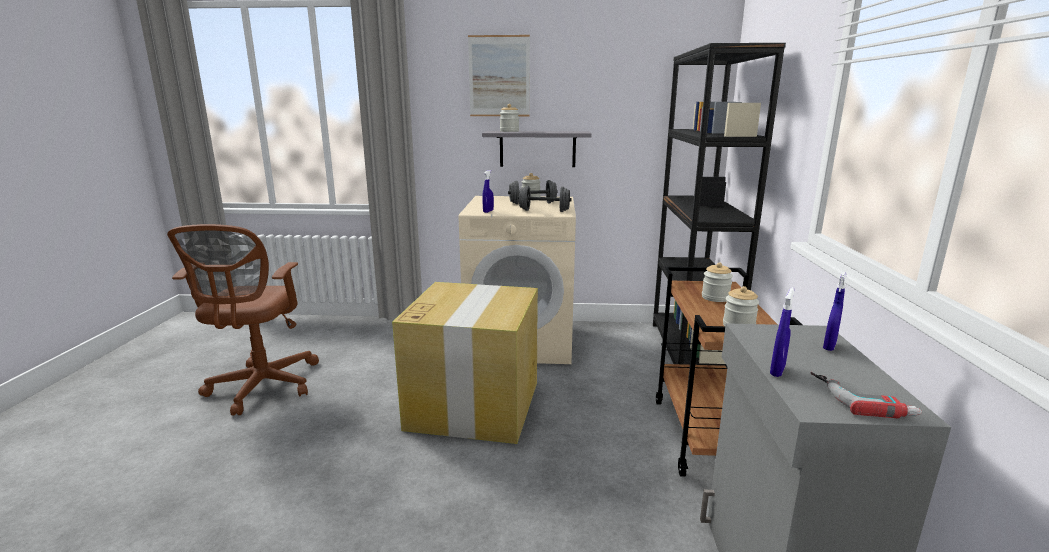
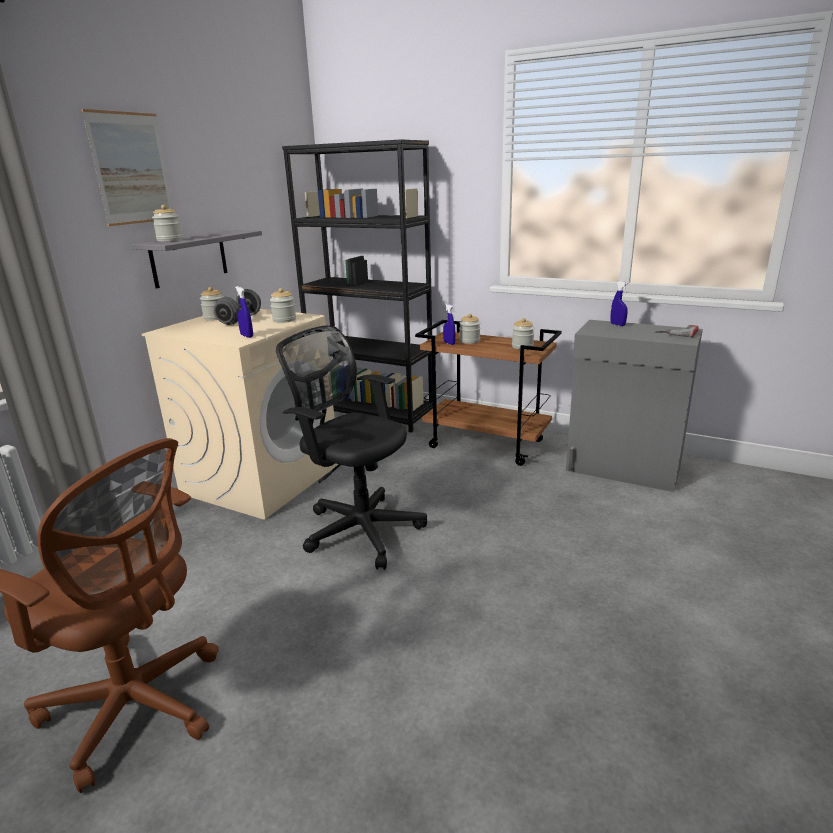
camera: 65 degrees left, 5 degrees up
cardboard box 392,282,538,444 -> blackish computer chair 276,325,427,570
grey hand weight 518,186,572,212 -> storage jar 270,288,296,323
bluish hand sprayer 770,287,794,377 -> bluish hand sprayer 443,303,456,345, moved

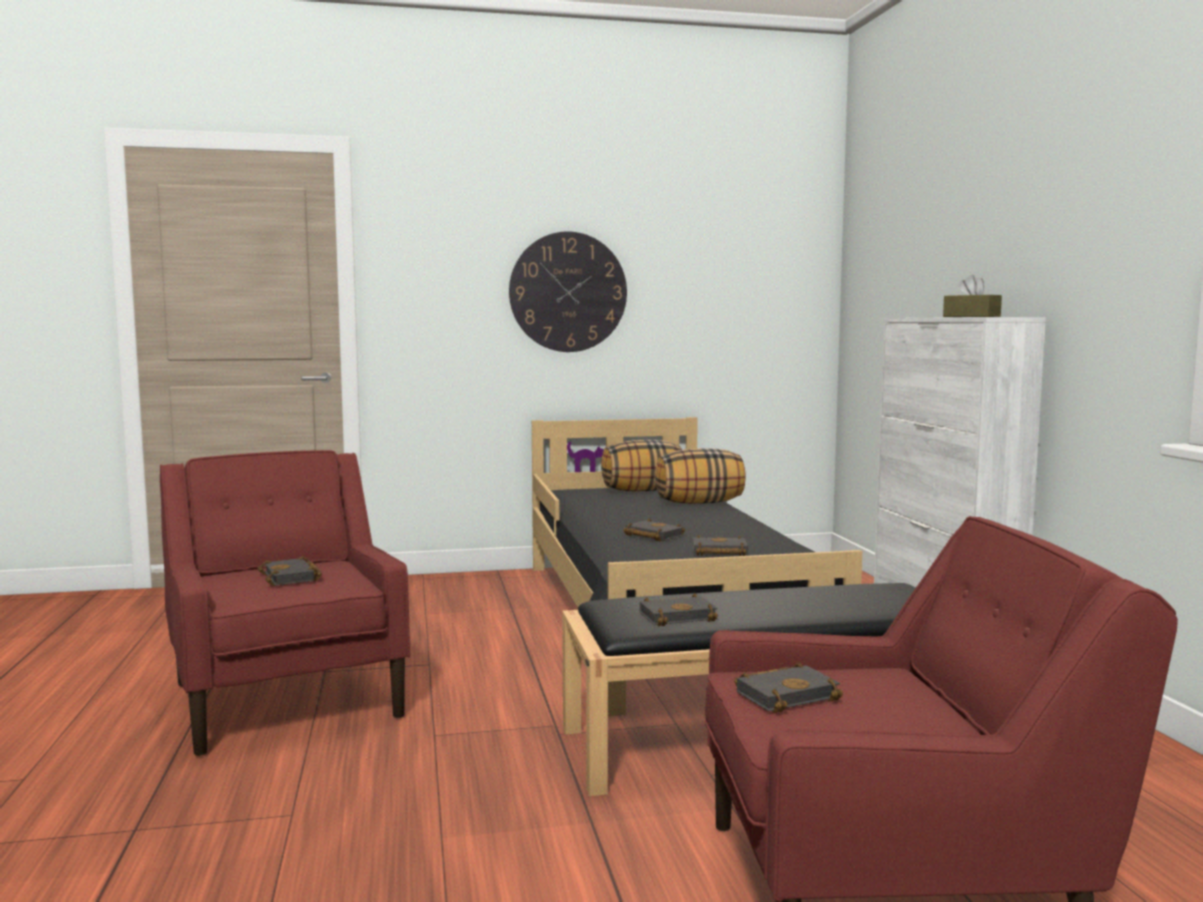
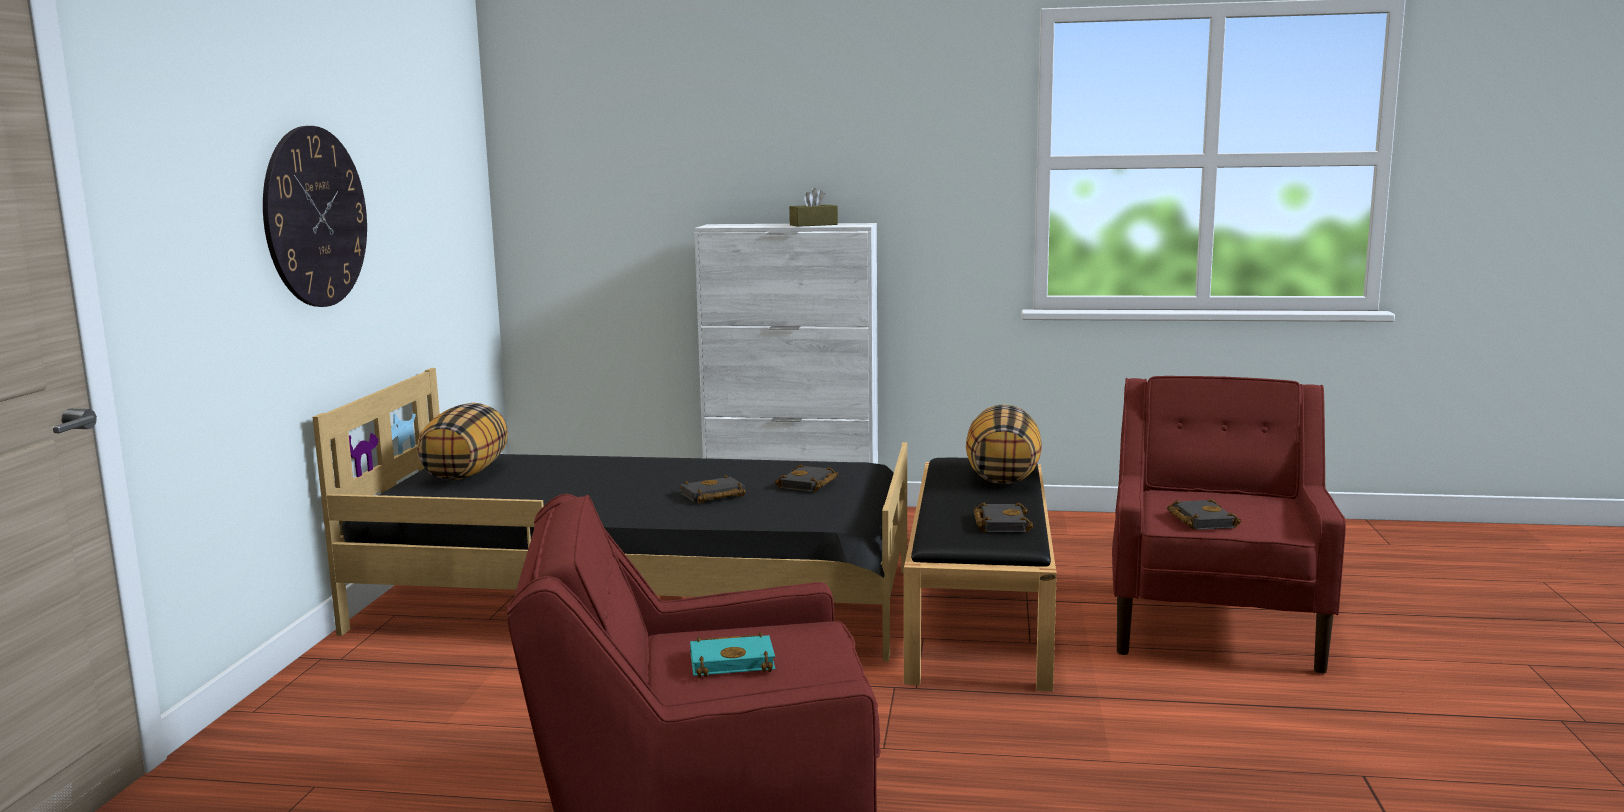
camera: 70 degrees left, 5 degrees up
blackish volume 257,556,322,586 -> blue-green volume 690,632,776,678
cushion 655,448,746,504 -> cushion 966,404,1042,484, moved

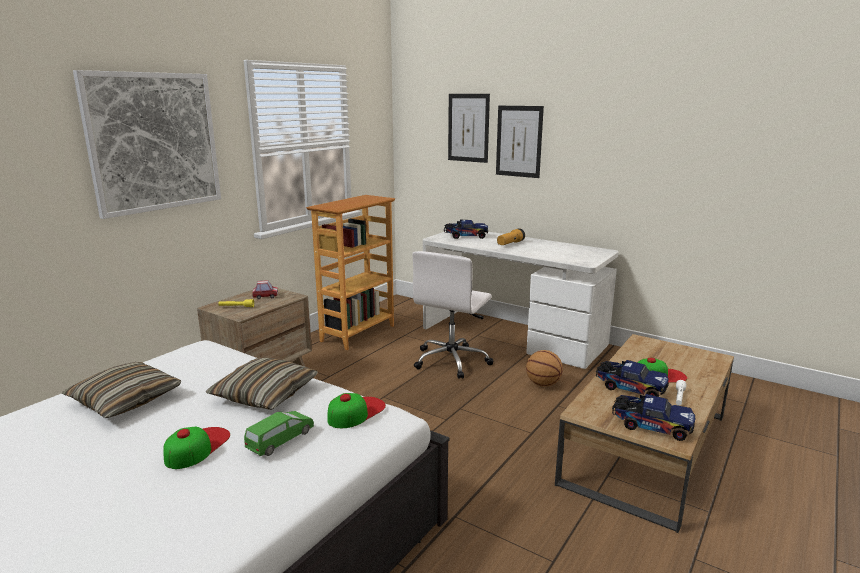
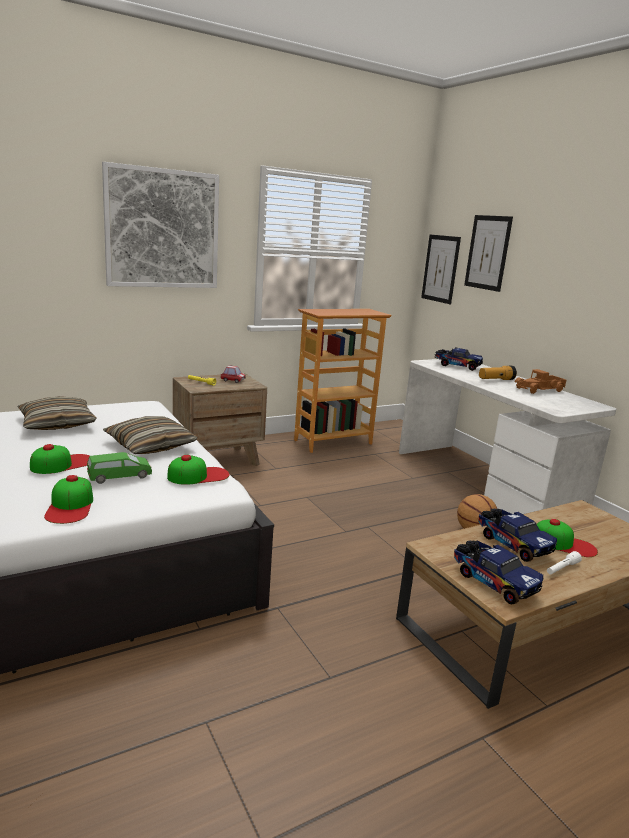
camera: 25 degrees right, 0 degrees up
whitish computer chair 412,251,493,379 -> none
wall art 496,106,544,178 -> wall art 421,235,461,304, moved
none -> peaked cap 44,475,93,524
none -> toy lorry 515,369,566,394

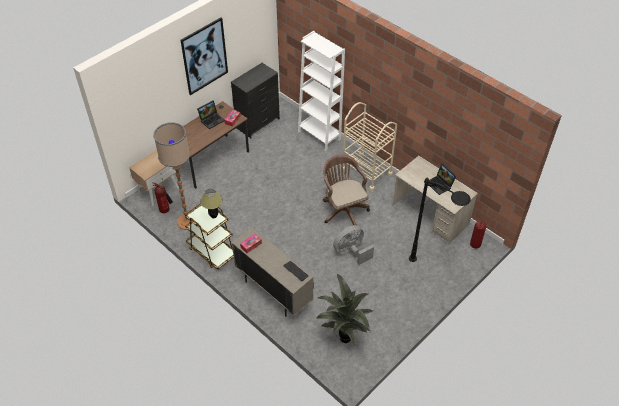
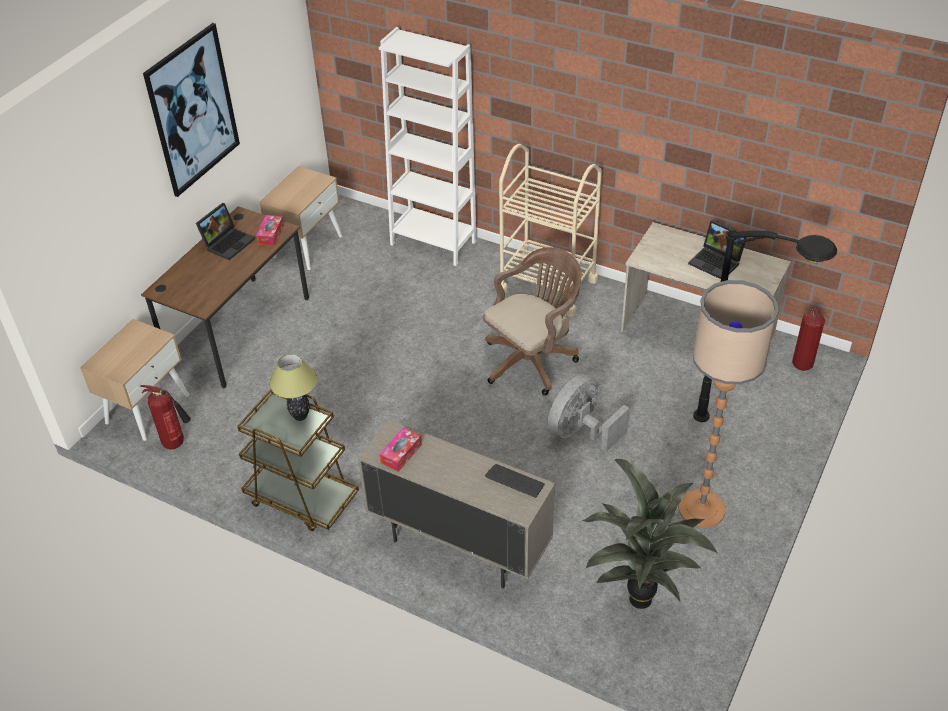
camera: 15 degrees left, 5 degrees down
standard lamp 153,122,192,230 -> standard lamp 678,280,779,528, moved
blackish drawer chest 231,63,280,139 -> sand-coloured nightstand 259,166,342,270
brown computer chair 323,154,370,225 -> brown computer chair 483,247,581,396, 90 degrees clockwise

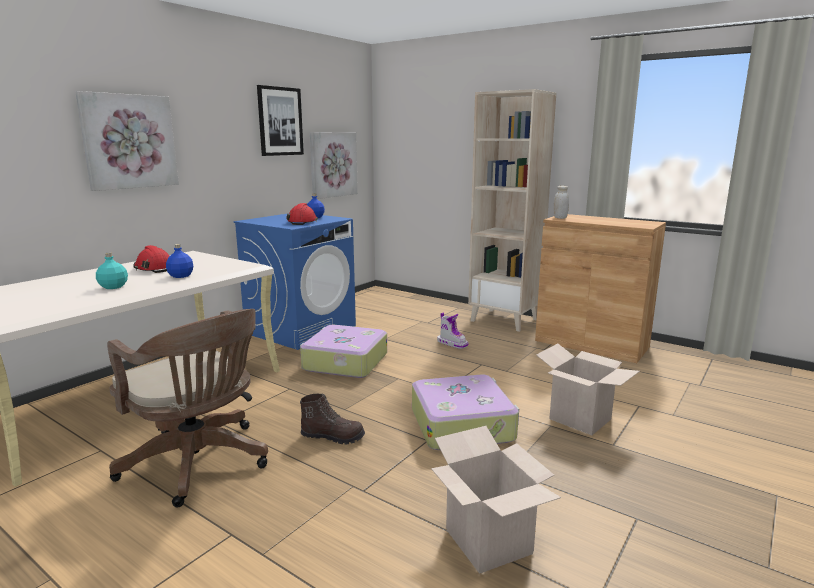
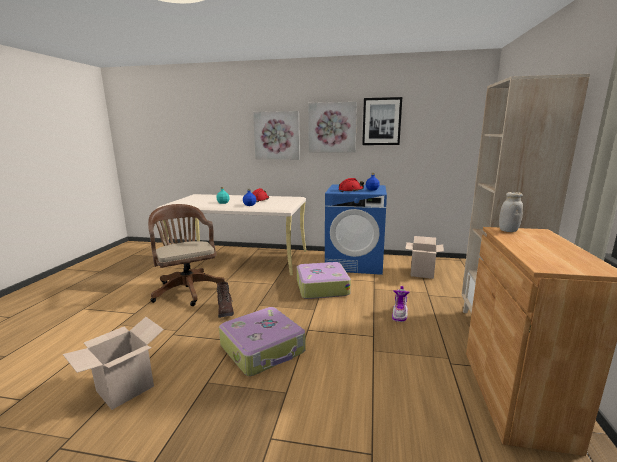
camera: 65 degrees right, 0 degrees up
brown computer chair 107,309,268,507 -> brown computer chair 148,204,225,306, 135 degrees clockwise
wall art 310,132,358,199 -> wall art 308,102,357,152, moved
cardboard box 537,344,640,435 -> cardboard box 405,236,444,279, moved

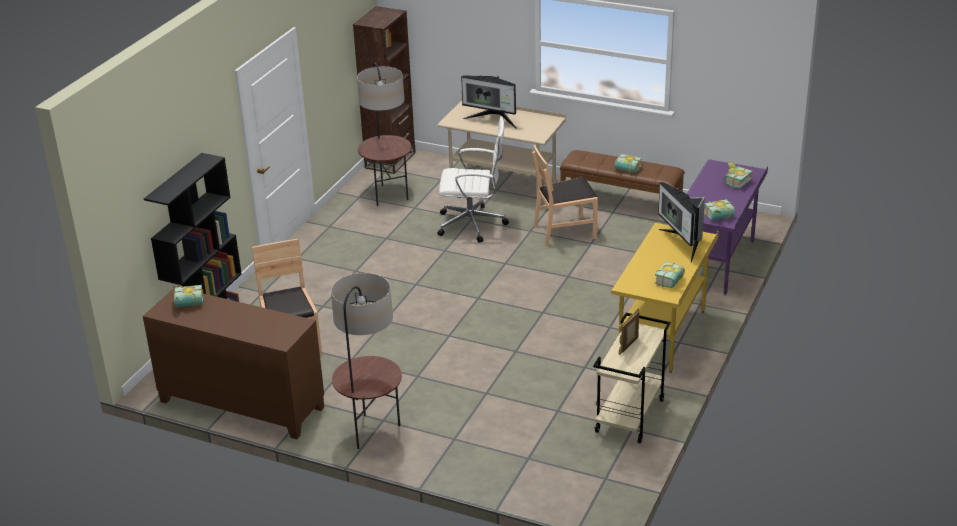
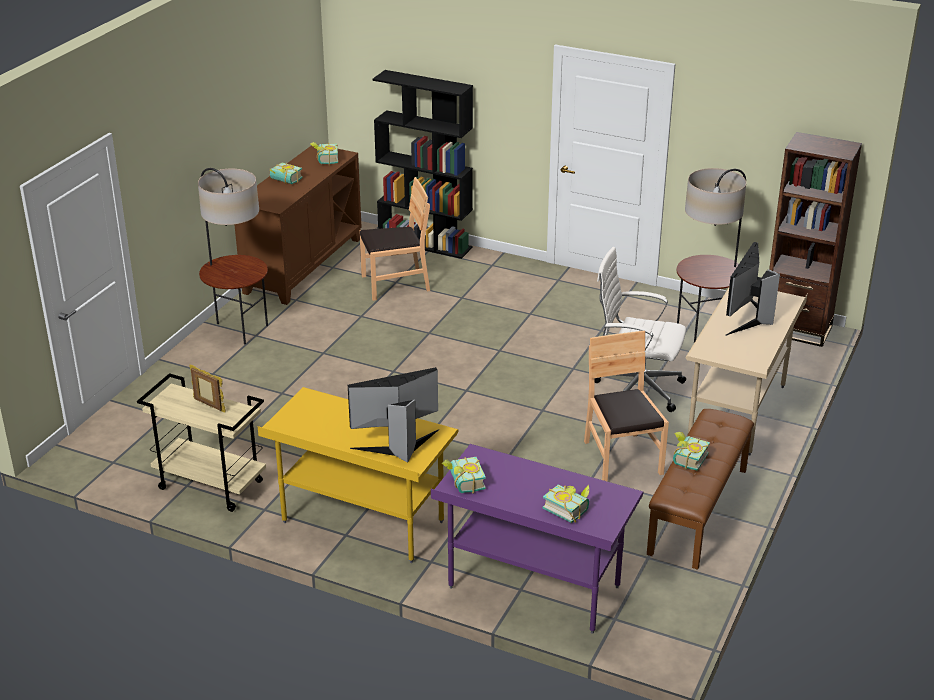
camera: 90 degrees right, 0 degrees up
whitish computer chair 437,116,509,243 -> whitish computer chair 594,247,686,412, 105 degrees clockwise
volume 655,262,685,288 -> volume 270,163,303,184, moved

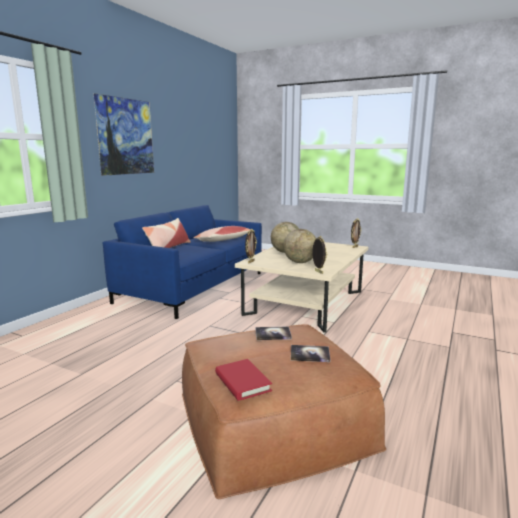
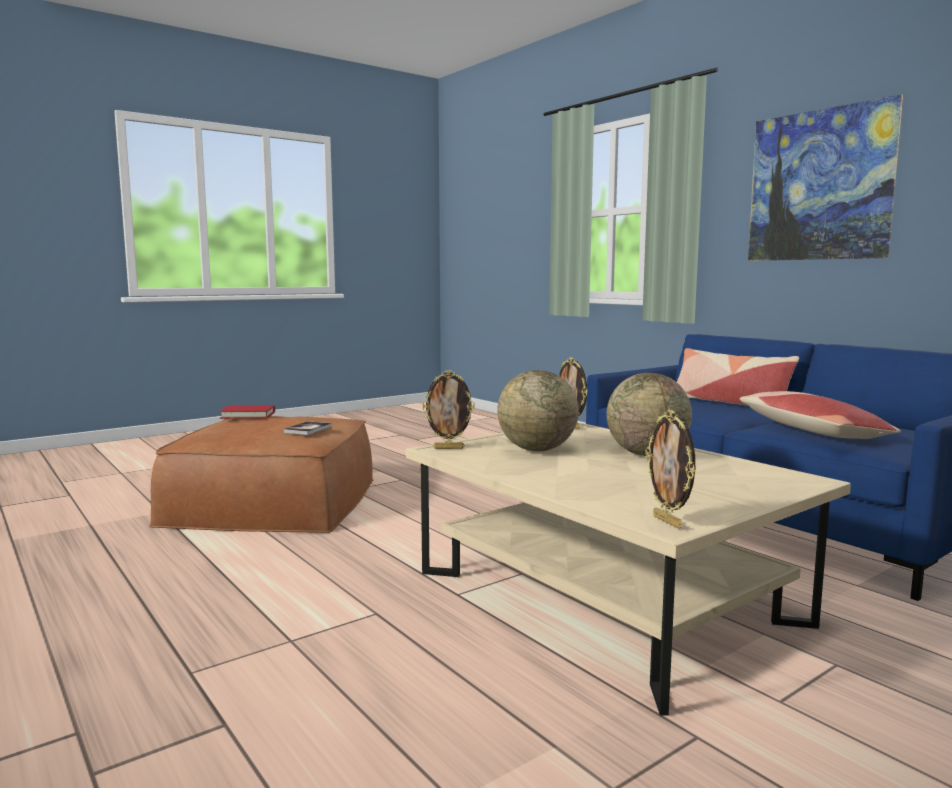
camera: 115 degrees right, 5 degrees down
volume 291,345,330,362 -> none

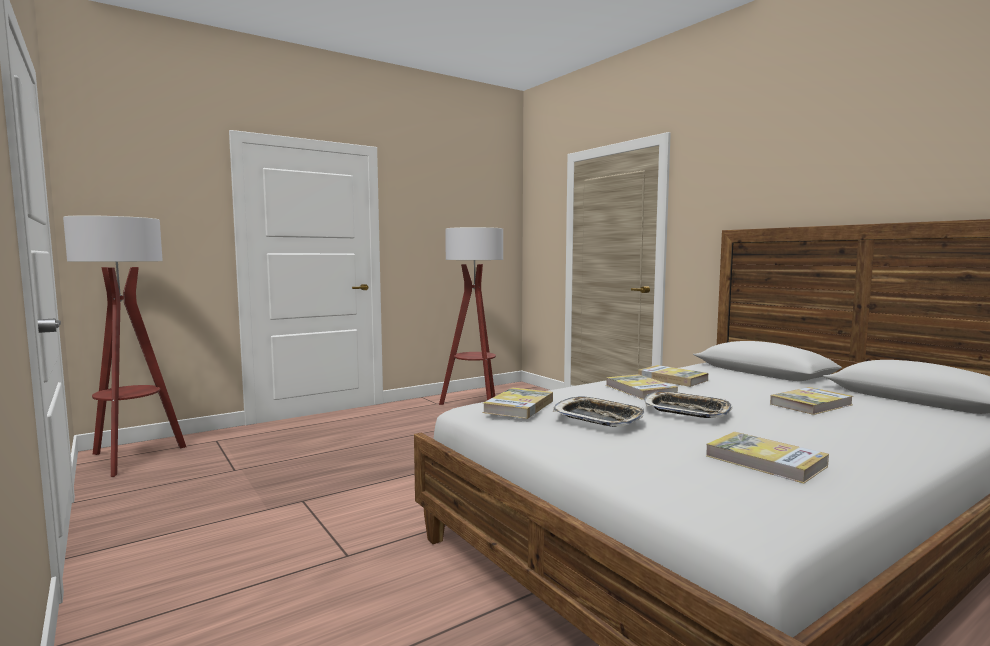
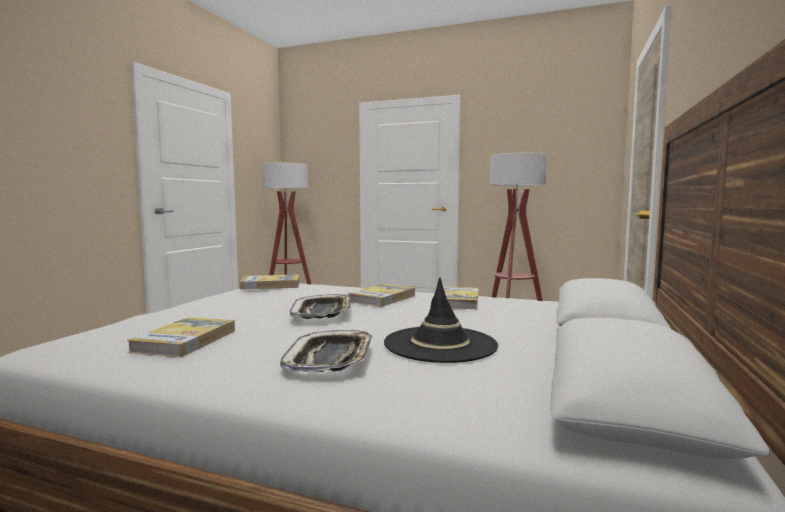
camera: 55 degrees right, 0 degrees up
tray 553,397,645,427 -> tray 280,330,372,372, moved
volume 770,387,853,415 -> blackish wearable hat 384,278,498,363

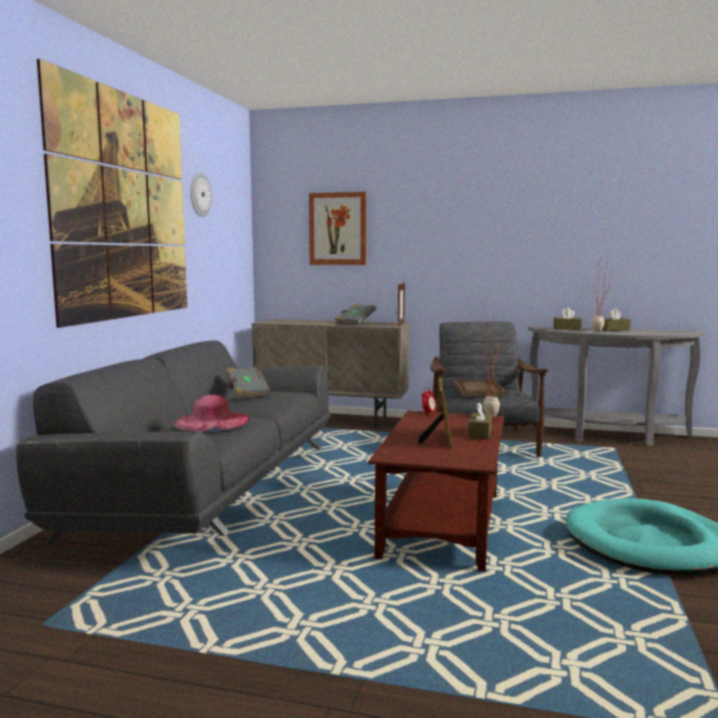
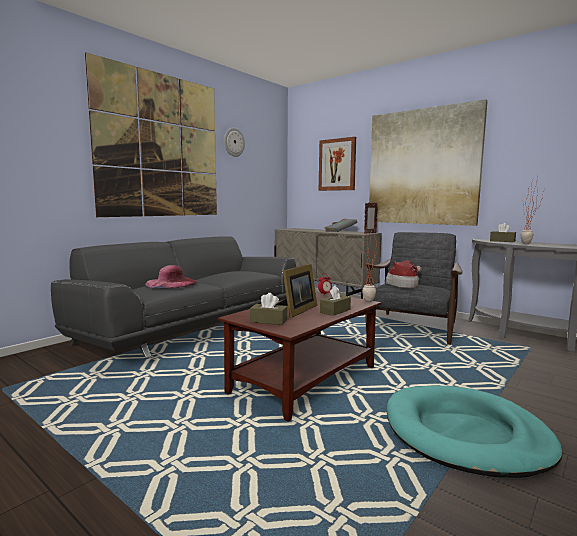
camera: 25 degrees right, 0 degrees up
grey volume 227,367,271,399 -> none
brown tray 454,380,506,396 -> wearable hat 386,260,422,288
brown box of tissues 602,308,631,331 -> brown box of tissues 250,293,287,325, moved
none -> wall art 369,99,488,226

